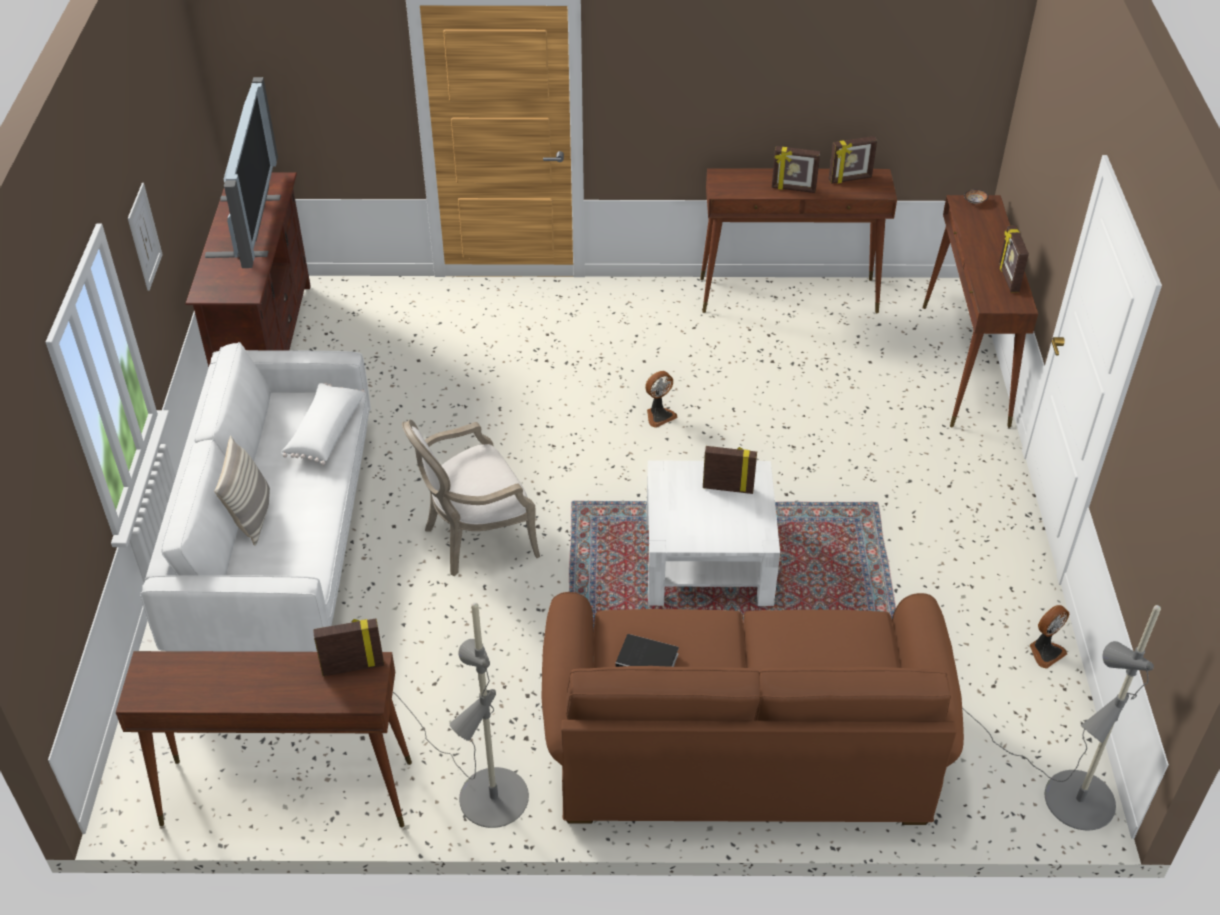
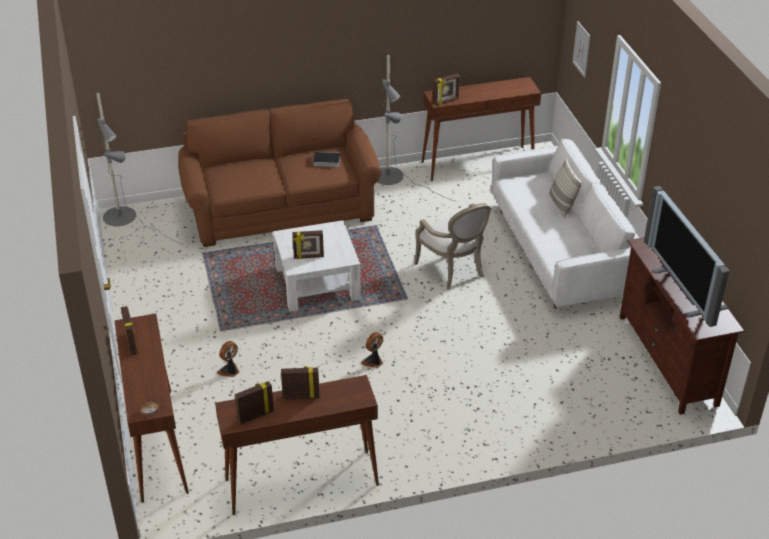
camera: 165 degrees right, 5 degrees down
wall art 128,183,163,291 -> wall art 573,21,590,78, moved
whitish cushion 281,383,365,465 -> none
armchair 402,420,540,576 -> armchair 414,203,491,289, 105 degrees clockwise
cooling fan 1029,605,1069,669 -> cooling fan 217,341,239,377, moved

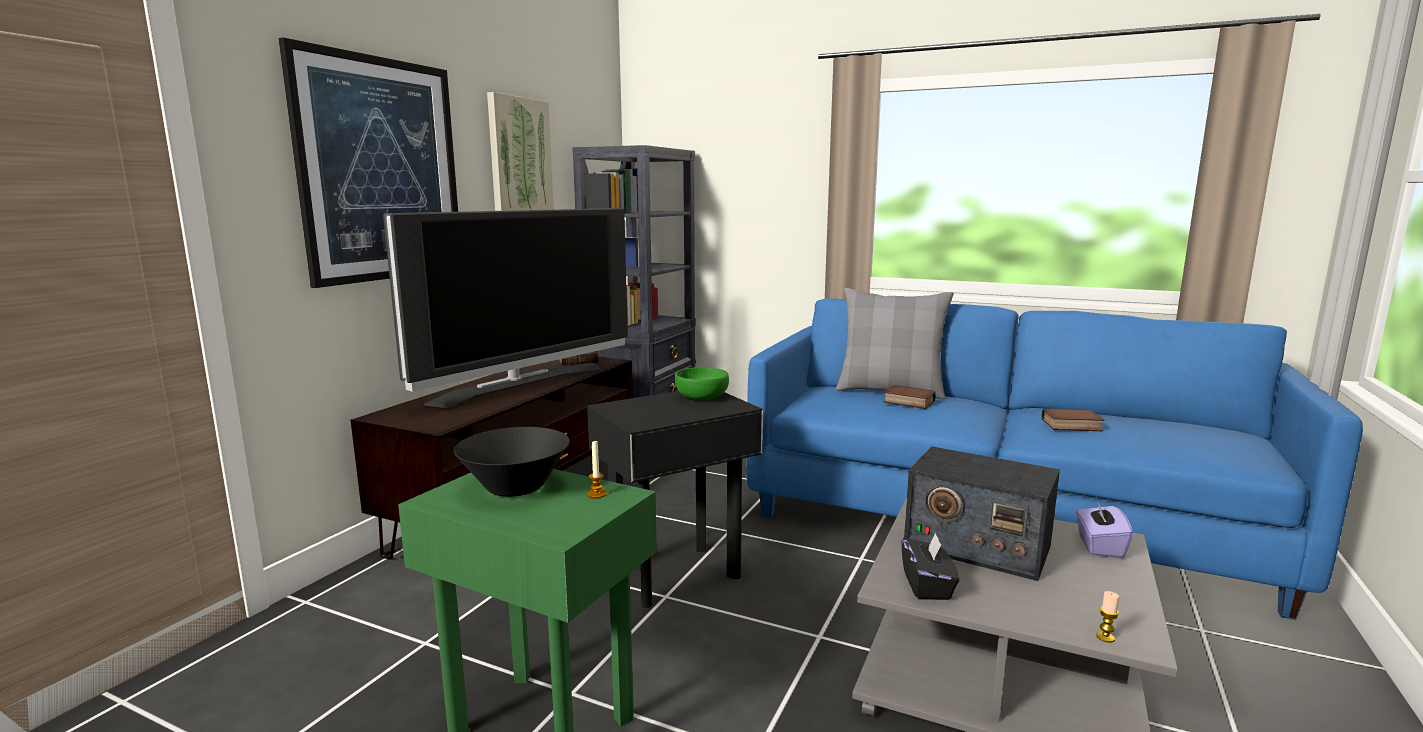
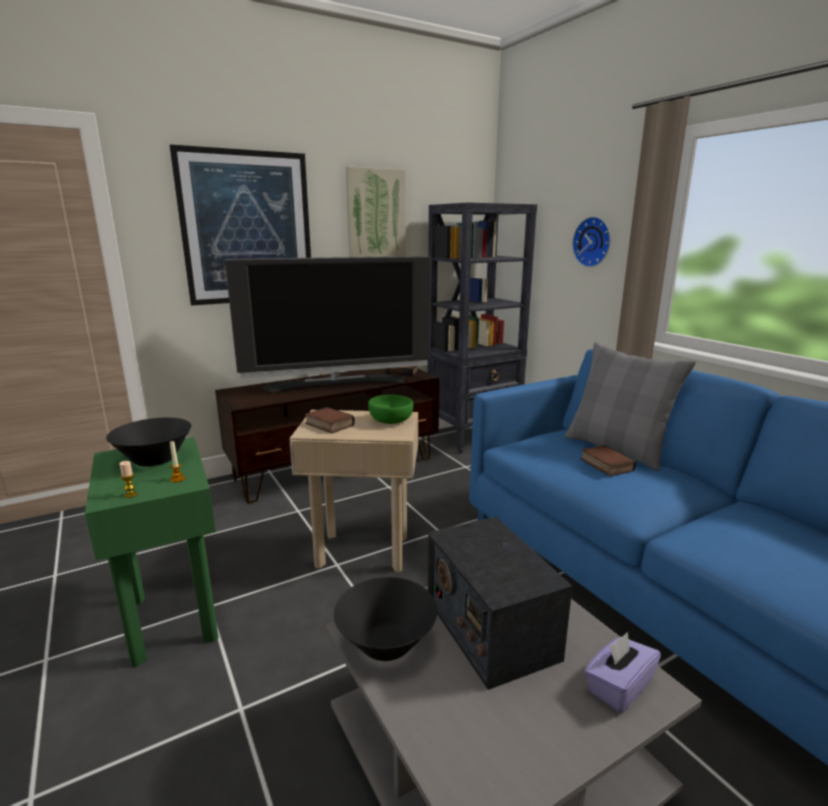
camera: 35 degrees right, 5 degrees up
blackish accent table 587,391,763,608 -> sand-coloured accent table 289,410,418,572
blackish box of tissues 901,532,959,600 -> blackish serving bowl 334,577,437,661
volume 1042,408,1104,431 -> volume 305,407,355,433, moved
candle 1096,591,1119,643 -> candle 119,461,138,498, moved
none -> clock on the wall 572,216,611,267

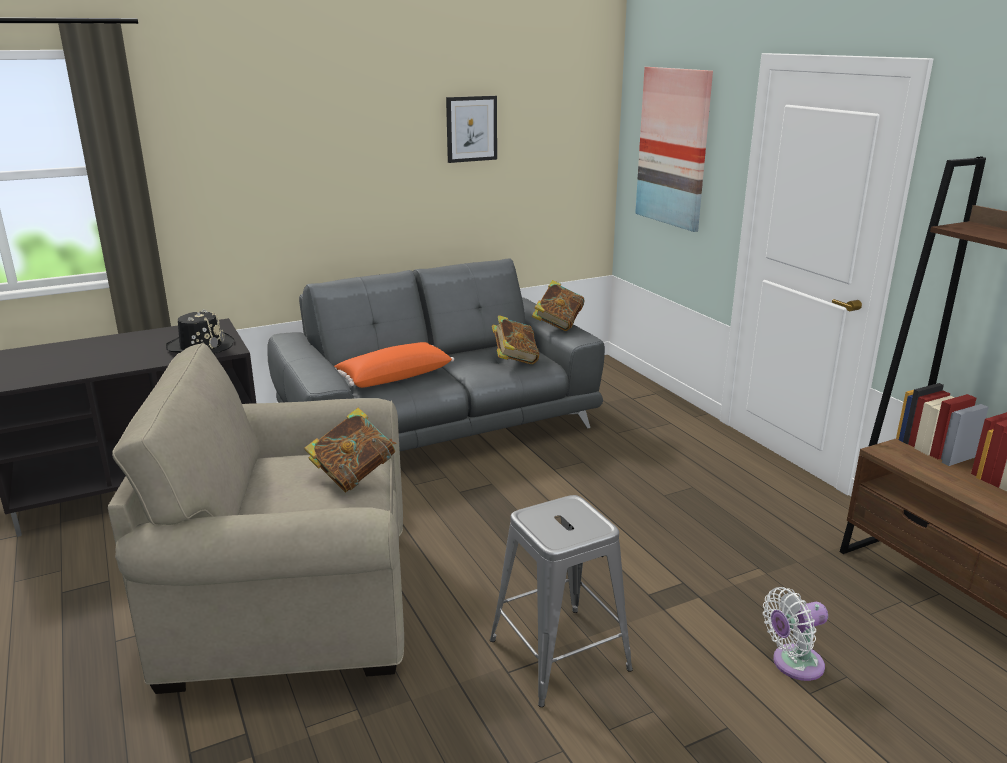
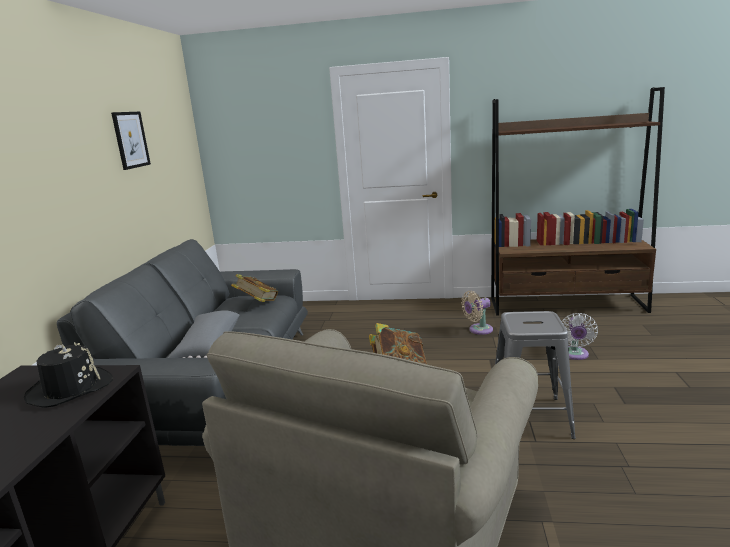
camera: 55 degrees left, 5 degrees down
orangey cushion 334,342,454,388 -> grey cushion 167,310,239,358
volume 532,280,584,331 -> none
wall art 635,67,713,232 -> none
none -> sand-coloured cooling fan 461,291,493,335

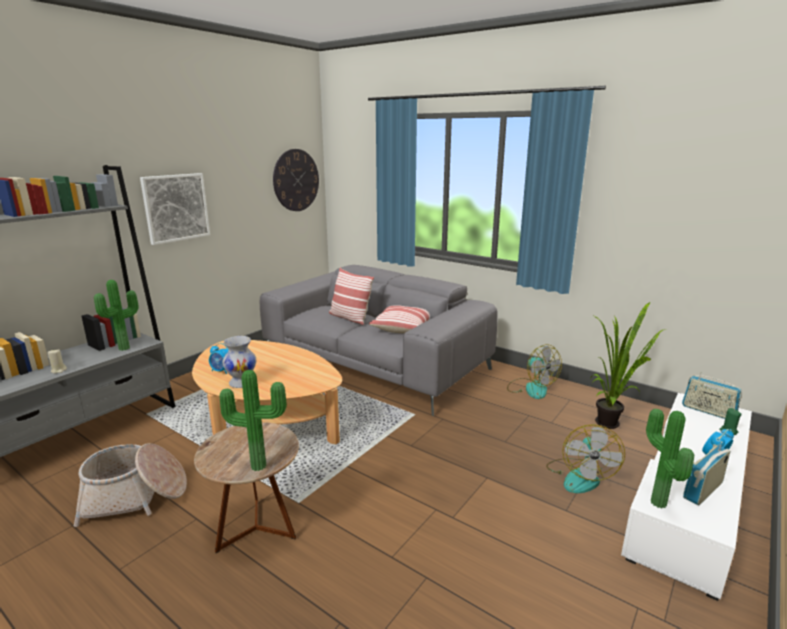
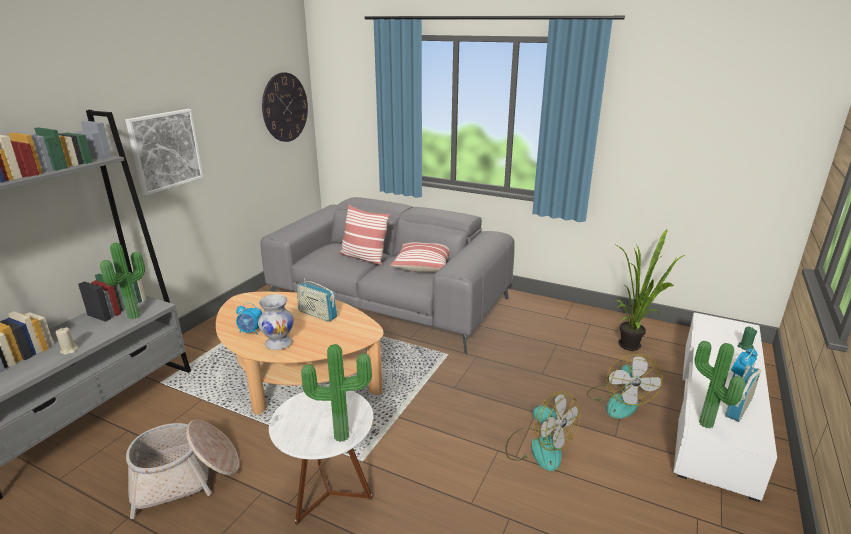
camera: 10 degrees left, 5 degrees up
brown accent table 194,422,299,553 -> whitish accent table 269,391,374,525
cooling fan 507,344,562,399 -> cooling fan 505,391,580,471, moved
radio 682,372,742,419 -> radio 297,278,337,322, moved

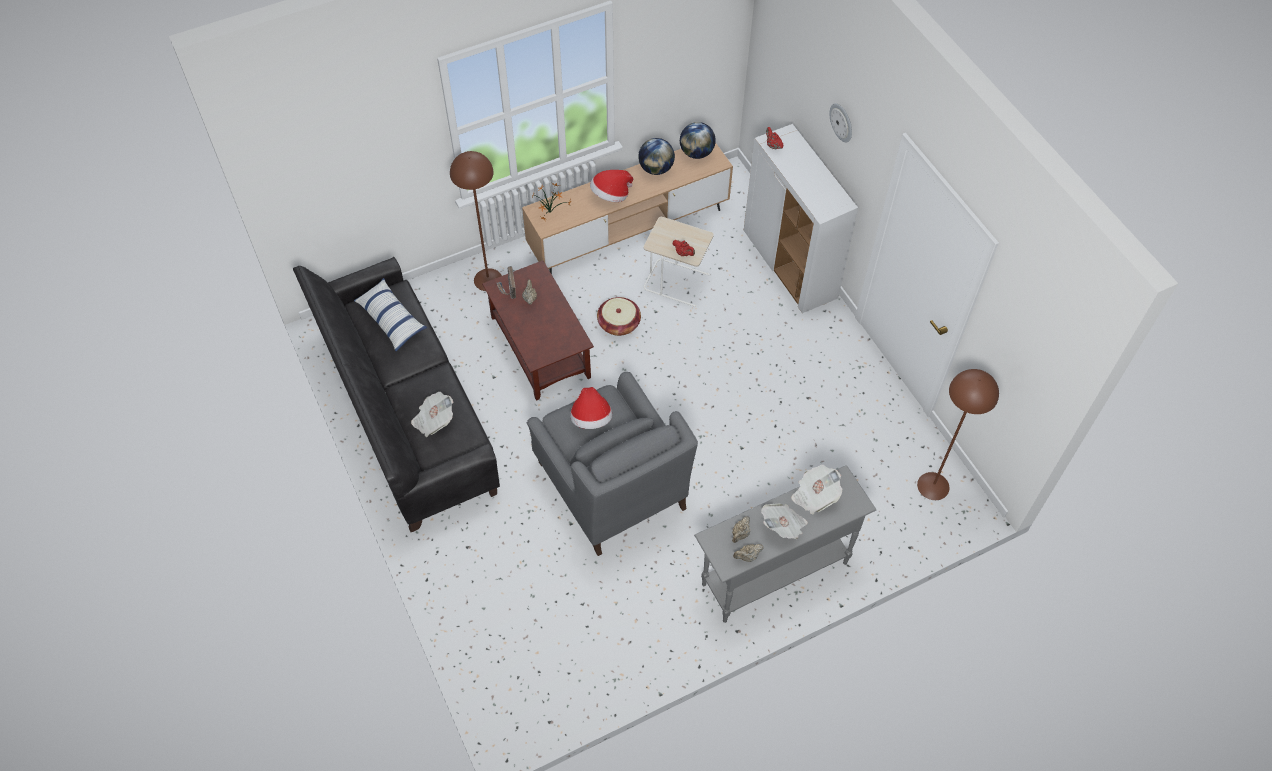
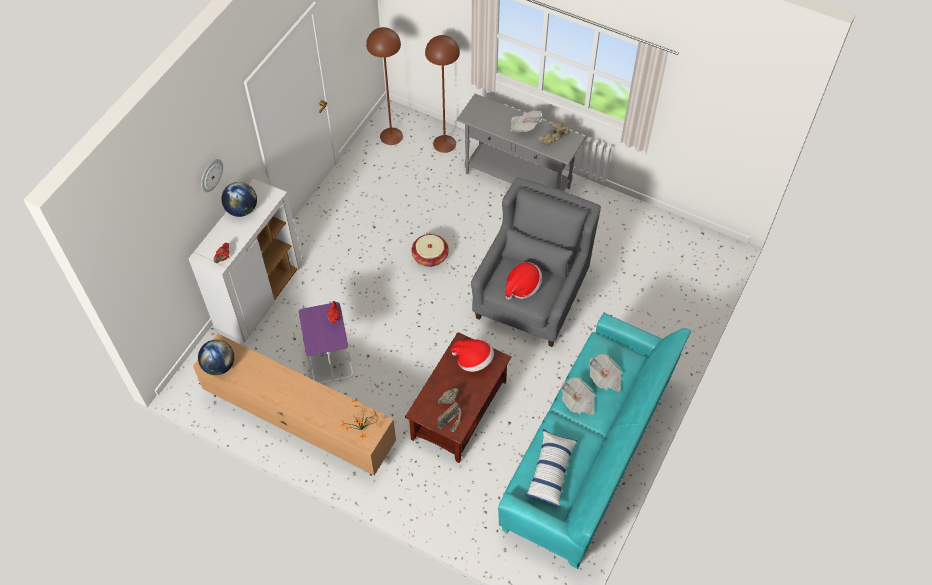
camera: 125 degrees left, 0 degrees up
blackish sofa 293,257,500,532 -> blue-green sofa 498,312,691,569
brown standard lamp 450,151,502,291 -> brown standard lamp 425,35,460,153, moved
wearable hat 590,170,633,202 -> wearable hat 451,339,494,372, moved
household basket 597,297,641,336 -> household basket 411,234,449,267, moved
desk globe 638,138,675,175 -> desk globe 221,182,257,217, moved
sand-coloured accent table 643,217,714,307 -> purple accent table 299,302,353,384
daily paper 791,465,842,515 -> daily paper 561,377,595,415, moved

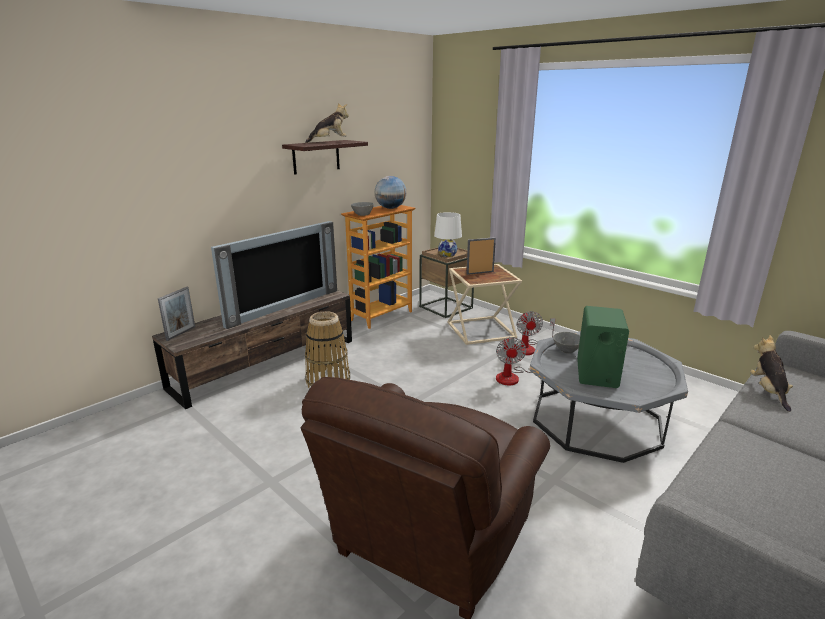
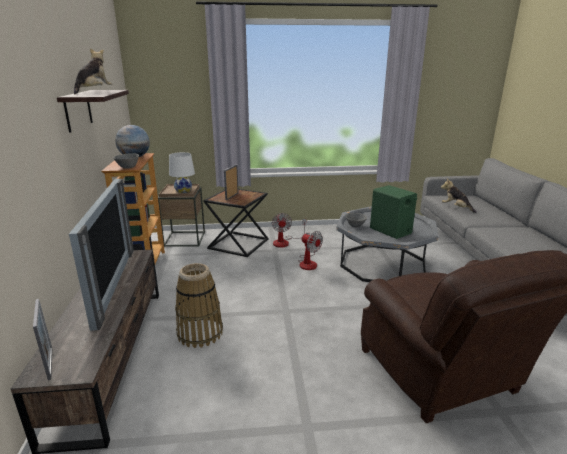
camera: 50 degrees left, 0 degrees up
sand-coloured accent table 448,264,522,345 -> blackish accent table 203,189,268,257
cooling fan 517,311,556,355 -> cooling fan 271,213,306,248, 45 degrees clockwise

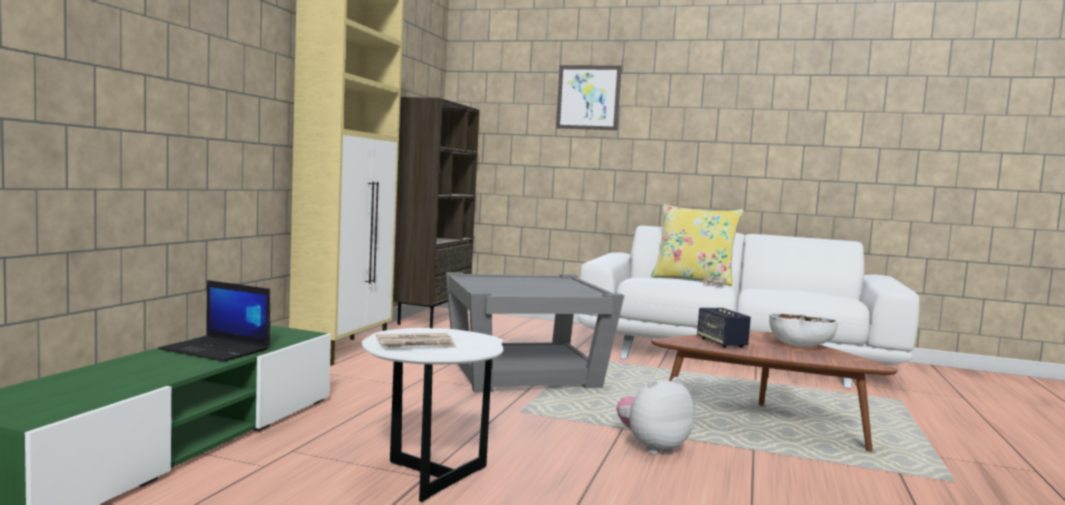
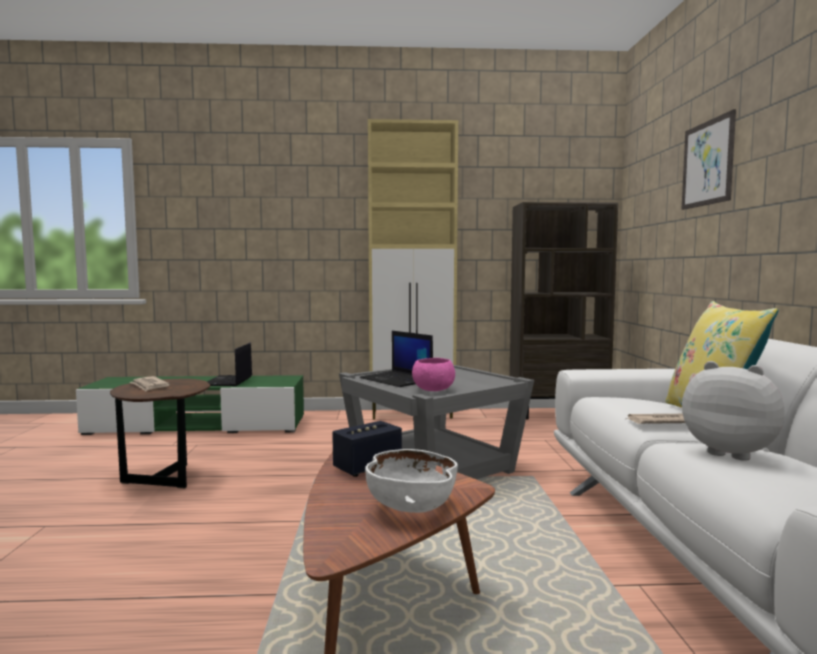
camera: 70 degrees right, 0 degrees up
whitish accent table 361,328,504,502 -> brown accent table 110,378,210,488
cuddly toy 616,377,694,455 -> cuddly toy 682,361,785,461, moved
none -> notebook computer 360,331,433,387
none -> pink-coloured serving bowl 412,358,455,391

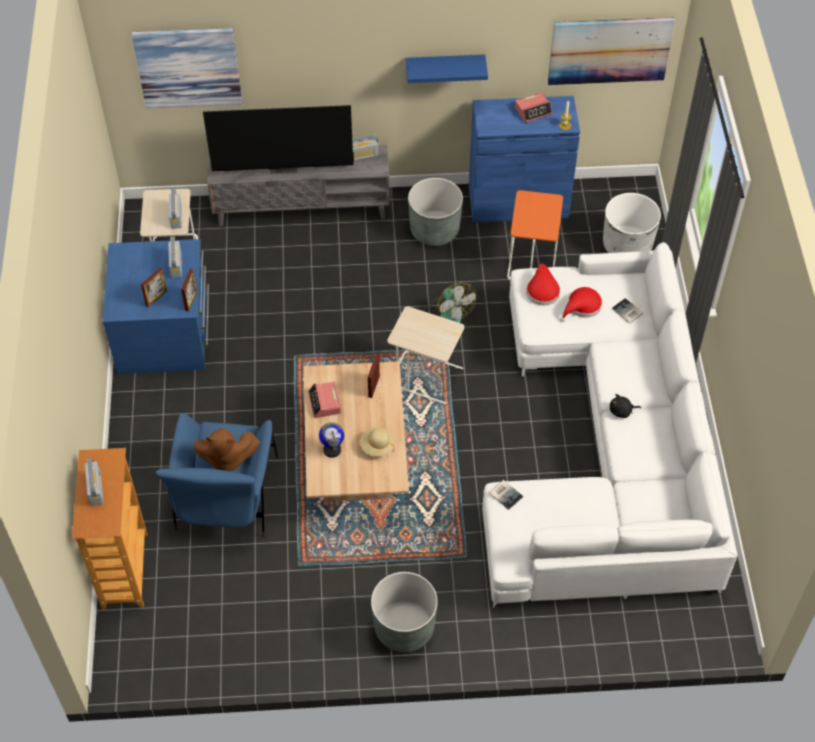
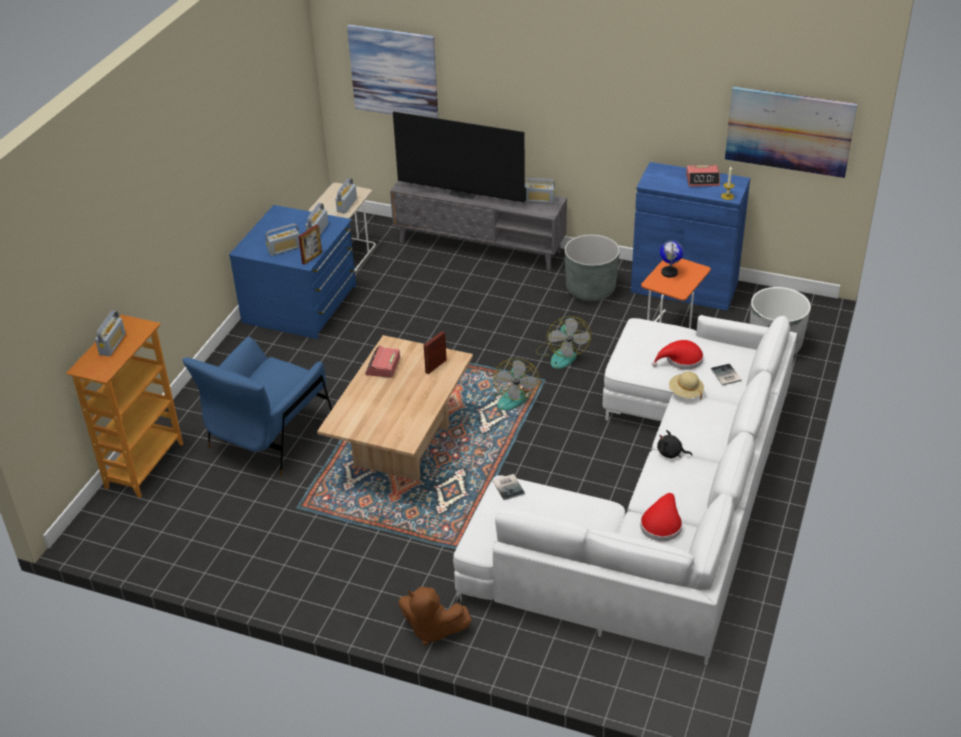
camera: 25 degrees right, 15 degrees down
photo frame 141,268,167,307 -> radio 266,223,300,256
brown cuddly toy 193,428,260,471 -> brown cuddly toy 398,587,472,645, moved
desk globe 319,422,344,458 -> desk globe 660,240,683,278, moved
sand-coloured wearable hat 360,427,394,457 -> sand-coloured wearable hat 669,372,704,400, moved
grey planter 371,572,438,652 -> none
sand-coloured accent table 387,306,464,404 -> cooling fan 491,358,540,410
bluish bracket shelf 406,55,488,83 -> none
red wearable hat 526,264,560,305 -> red wearable hat 640,493,682,541, moved

